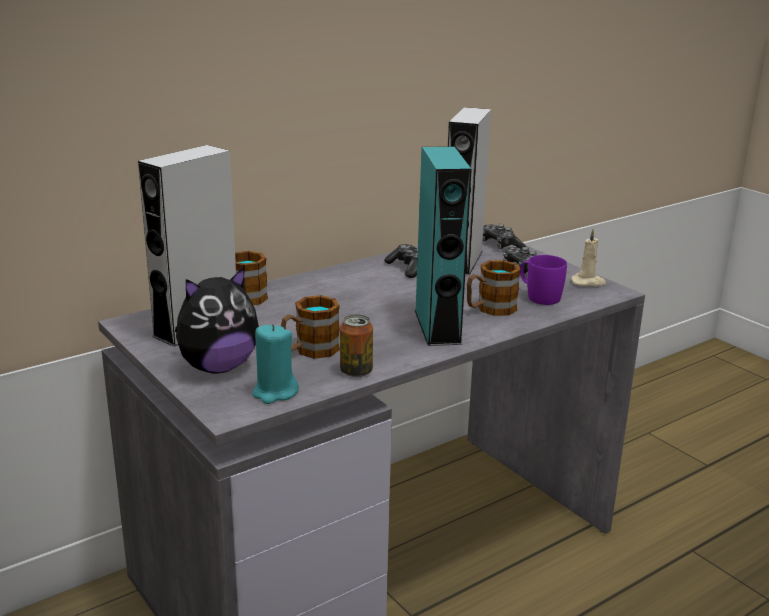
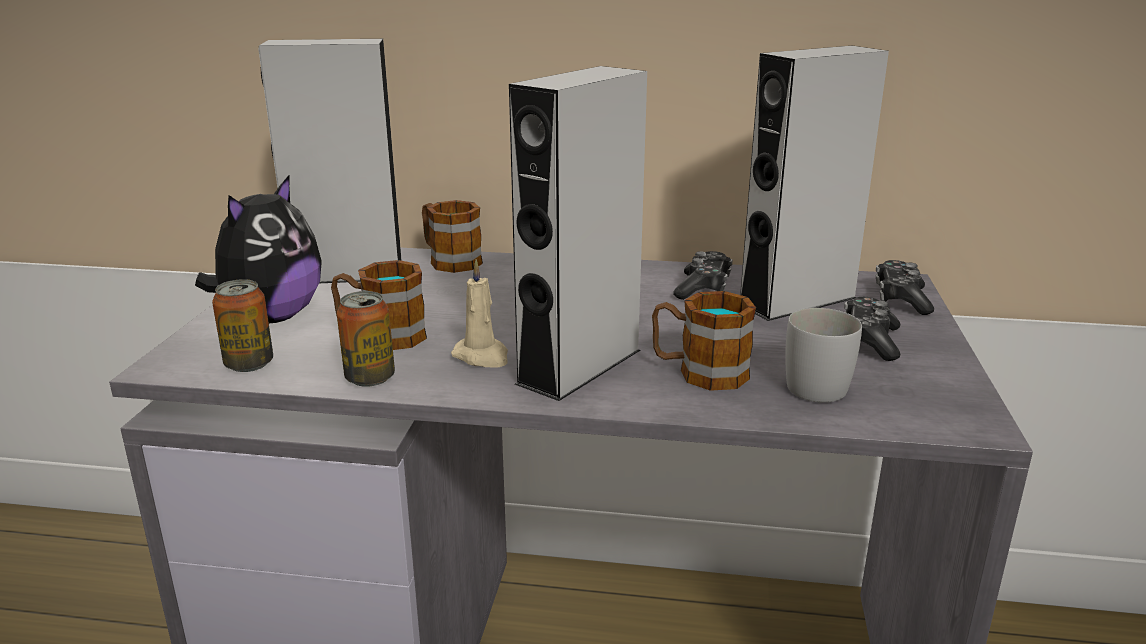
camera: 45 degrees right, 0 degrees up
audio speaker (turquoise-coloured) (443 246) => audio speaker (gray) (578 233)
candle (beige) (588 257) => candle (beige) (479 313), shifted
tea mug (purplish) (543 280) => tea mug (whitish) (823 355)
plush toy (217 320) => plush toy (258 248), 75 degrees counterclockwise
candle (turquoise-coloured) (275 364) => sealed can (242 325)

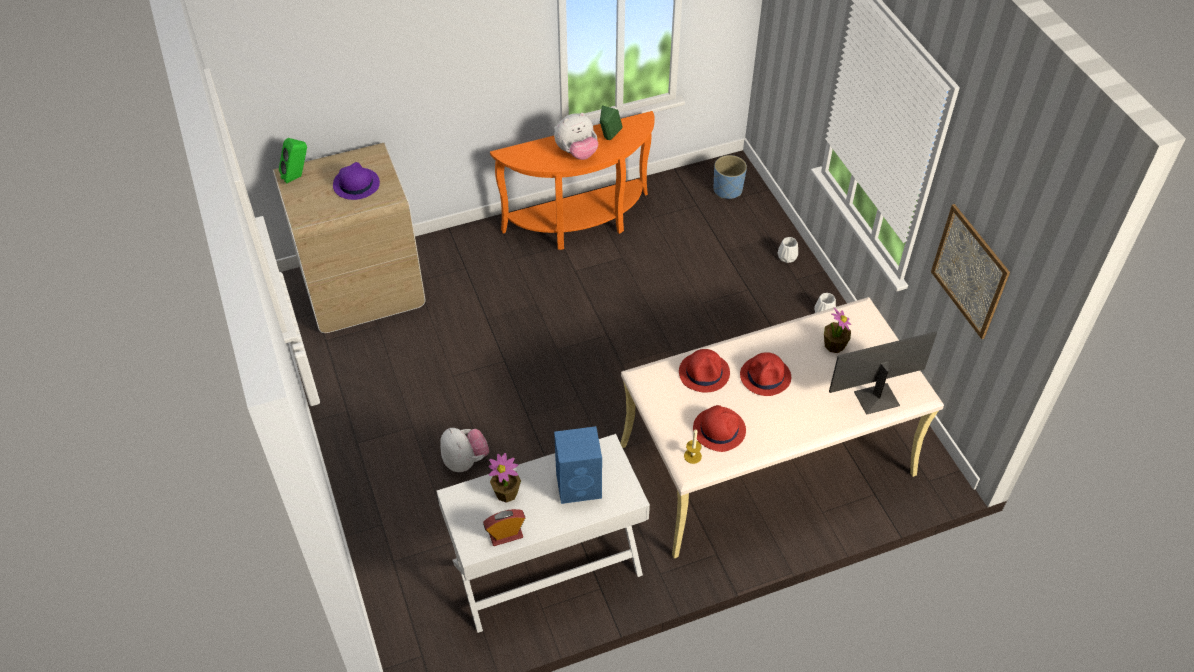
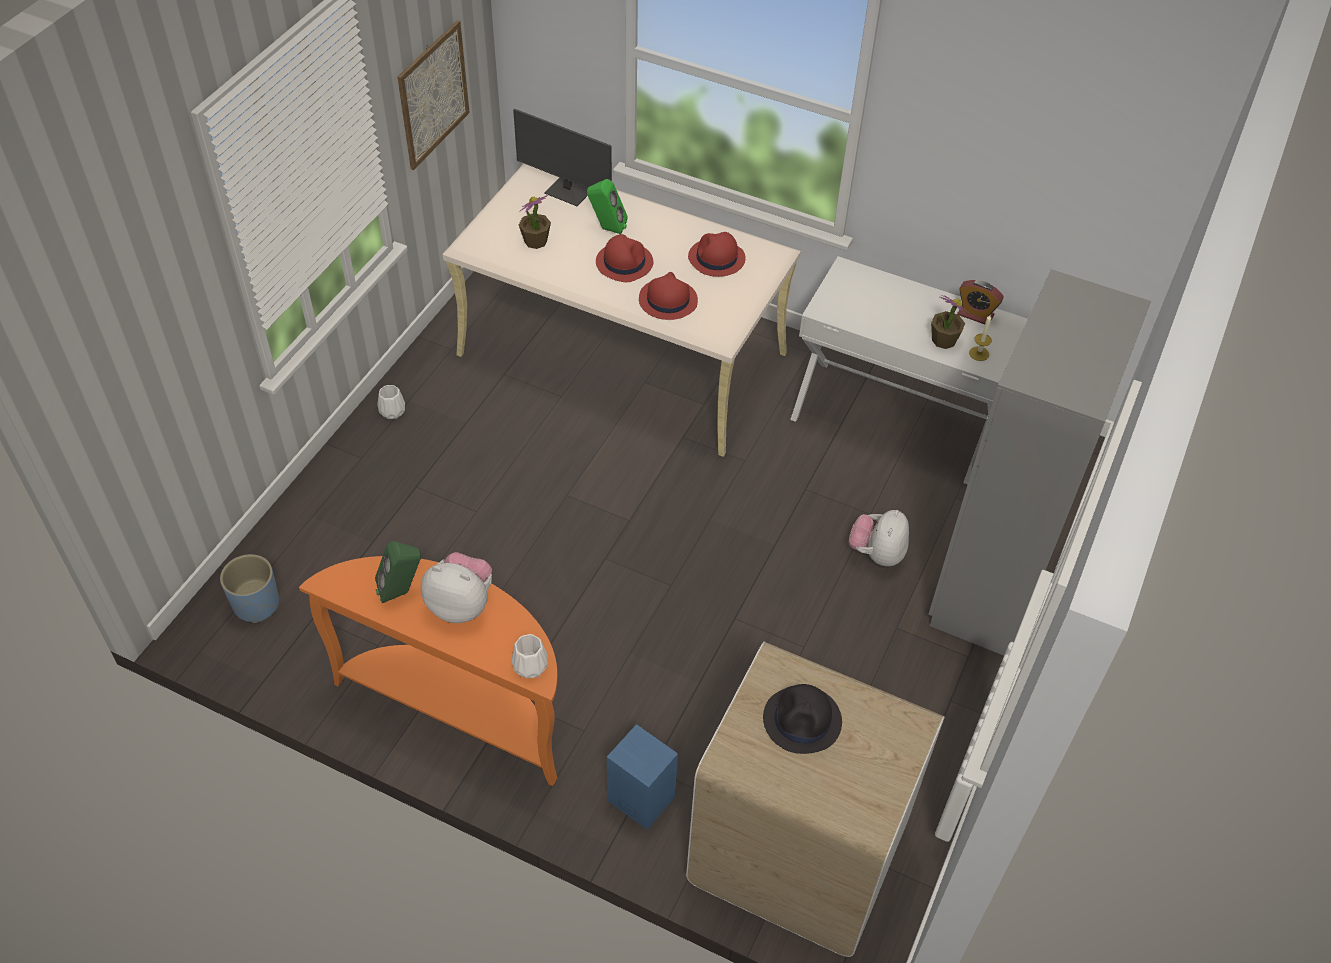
camera: 135 degrees left, 0 degrees up
audio speaker (greenish) (293 161) => audio speaker (greenish) (607 206), shifted
hat (purplish) (356 181) => hat (blackish) (802 719)
decorative vase (whitish) (787 250) => decorative vase (whitish) (529 656), shifted
audio speaker (blue-coloured) (578 465) => audio speaker (blue-coloured) (642 777), shifted
candle (693 446) => candle (980 338), shifted
nothing => wardrobe (gray) (1039 462)

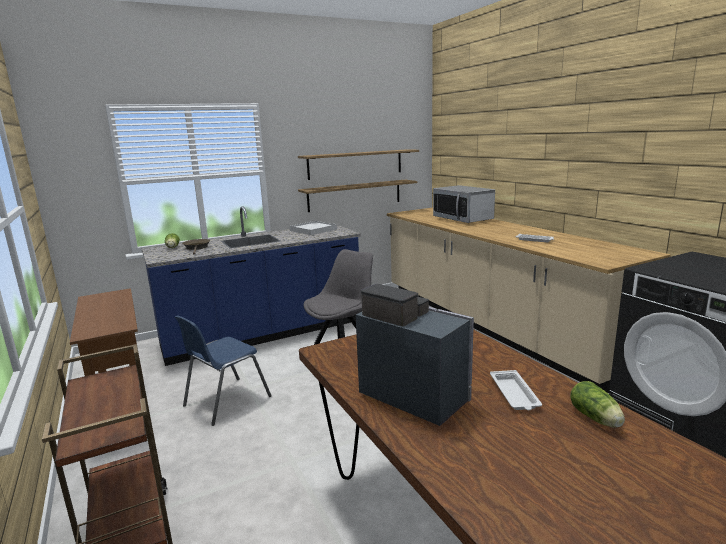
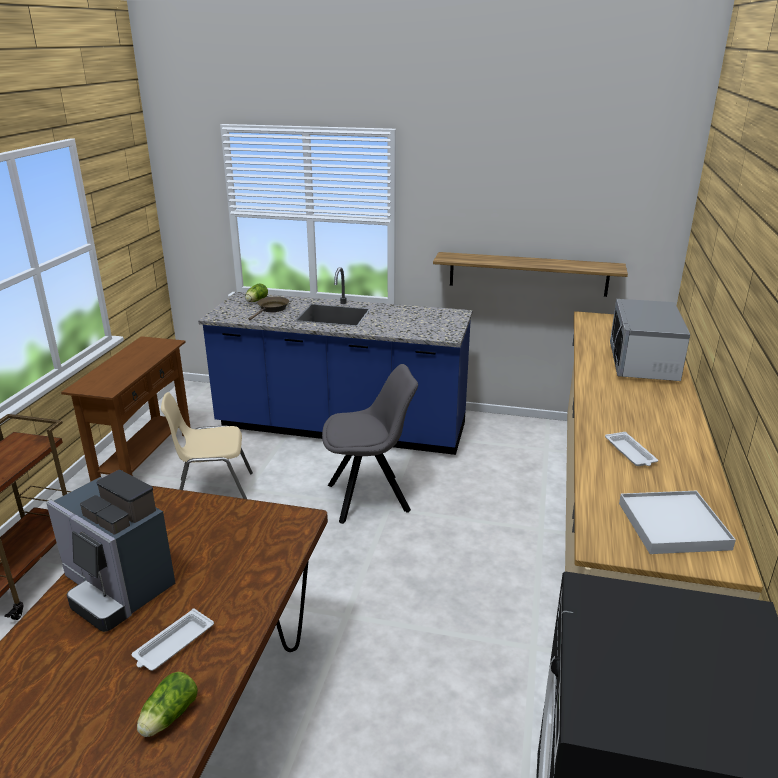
camera: 40 degrees right, 10 degrees up
wall shelf (358 164) => nothing
carrying tray (whitish) (313 228) => carrying tray (whitish) (677 522), shifted
coffee machine (415 355) => coffee machine (110 551), 135 degrees clockwise
plain chair (blue-coloured) (223 370) => plain chair (beige) (207 445)

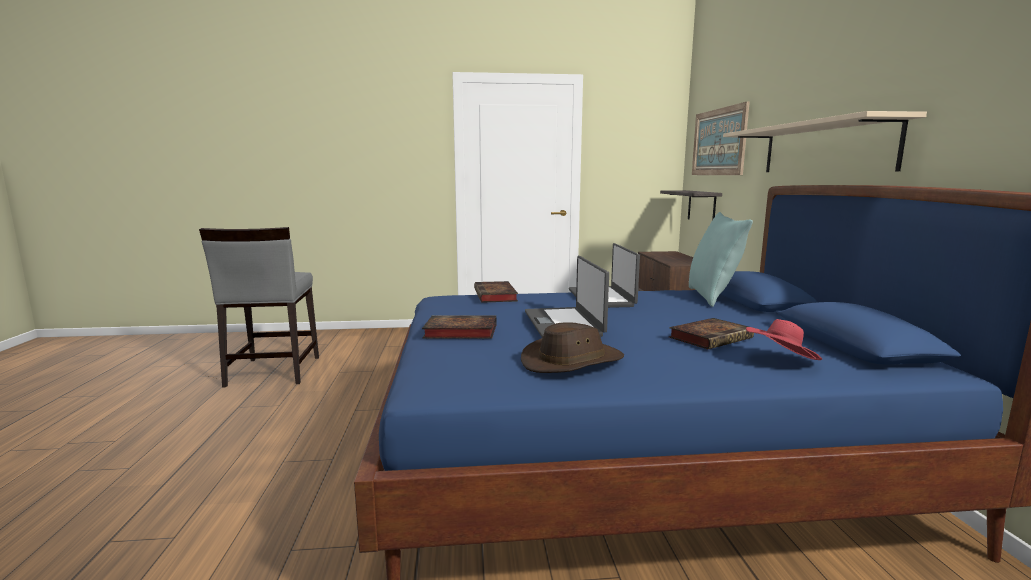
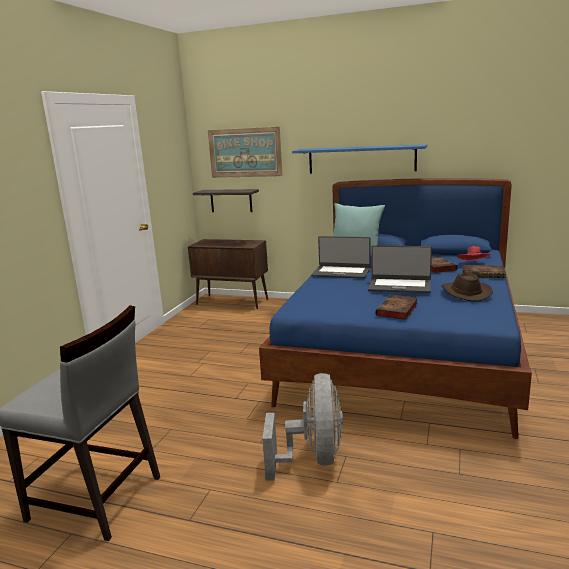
camera: 65 degrees left, 5 degrees up
wall shelf (beige) (825 141) => wall shelf (blue-coloured) (359 159)
bound book (496 292) => bound book (484 271), shifted
nothing => electric fan (gray) (302 427)

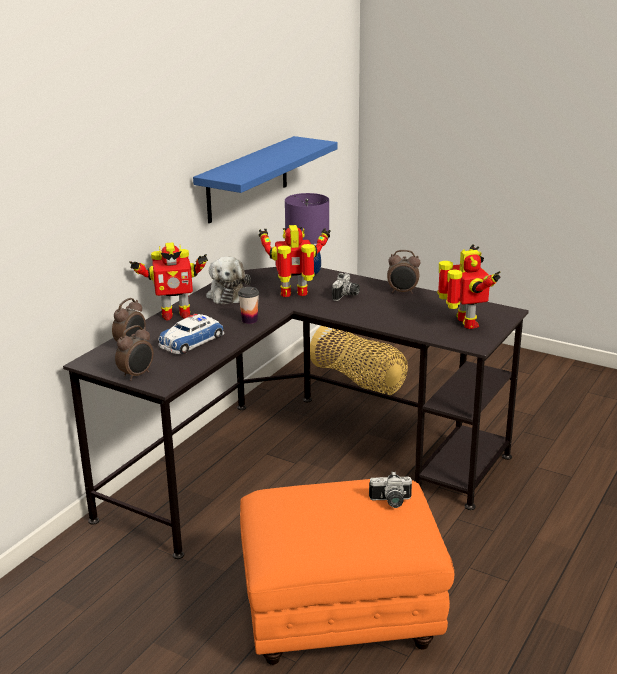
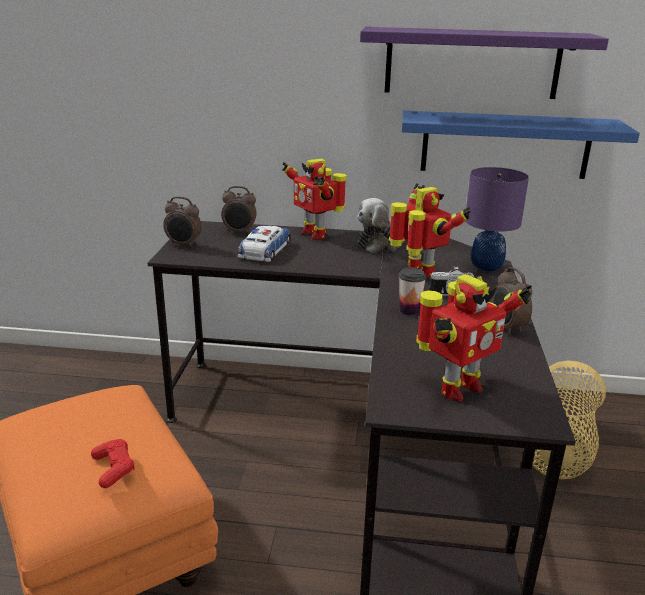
camera: 65 degrees right, 0 degrees up
drinking cup (248 305) => drinking cup (412 291), shifted
miniature car (191 334) => miniature car (264 244), 90 degrees clockwise
still camera (390 490) => joypad (reddish) (112 463)
nothing => wall shelf (purplish) (484 63)

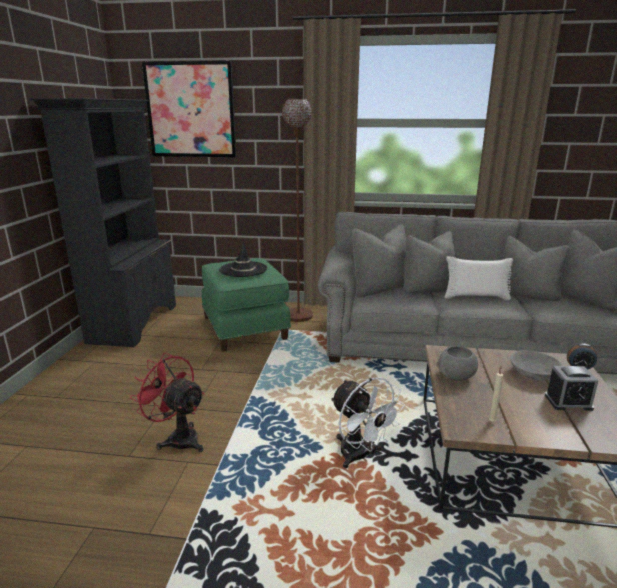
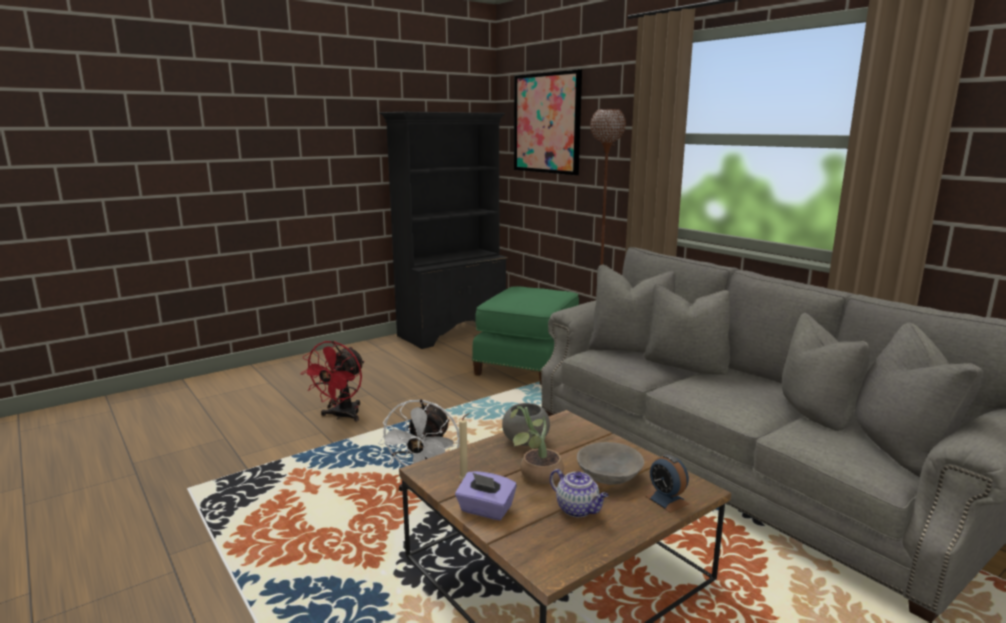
camera: 45 degrees right, 5 degrees down
hat (blackish) (243 259) => nothing
cushion (whitish) (479 278) => nothing
electric fan (reddish) (167 402) => electric fan (reddish) (332 381), 150 degrees counterclockwise
bedside clock (571 388) => tea pot (579 493)
nothing => plant in a pot (537 445)
nothing => box of tissues (purplish) (486 495)

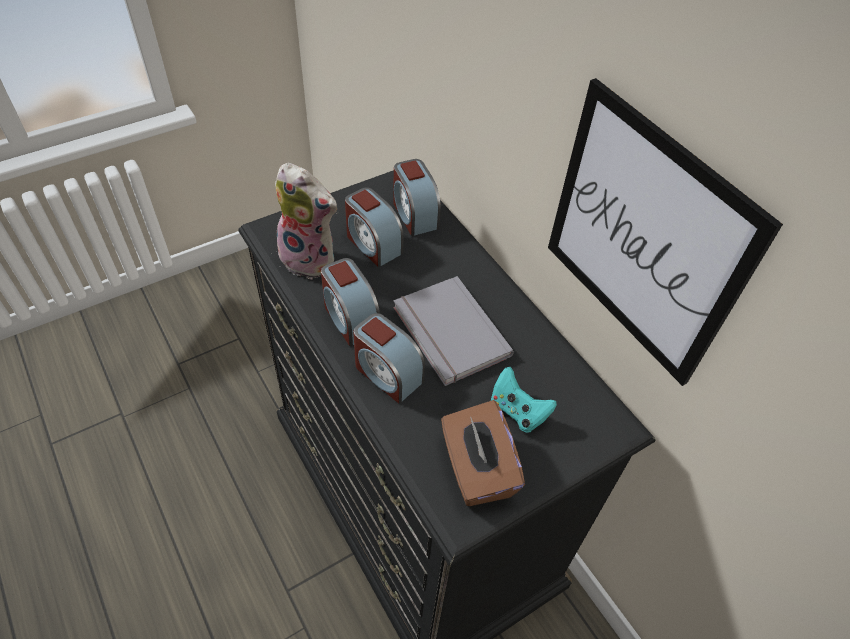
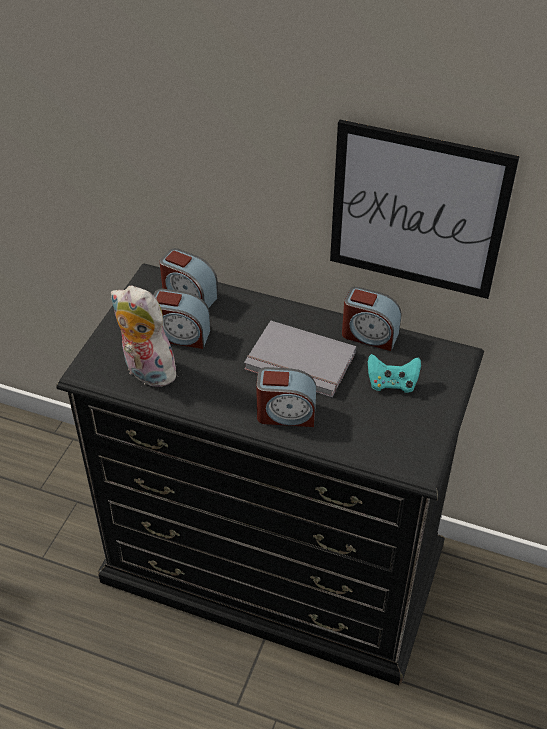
camera: 35 degrees left, 5 degrees down
plush toy (306 221) => plush toy (143 336), 135 degrees counterclockwise
bedside clock (350 302) => bedside clock (371 319), shifted
box of tissues (brown-coloured) (483 453) => nothing

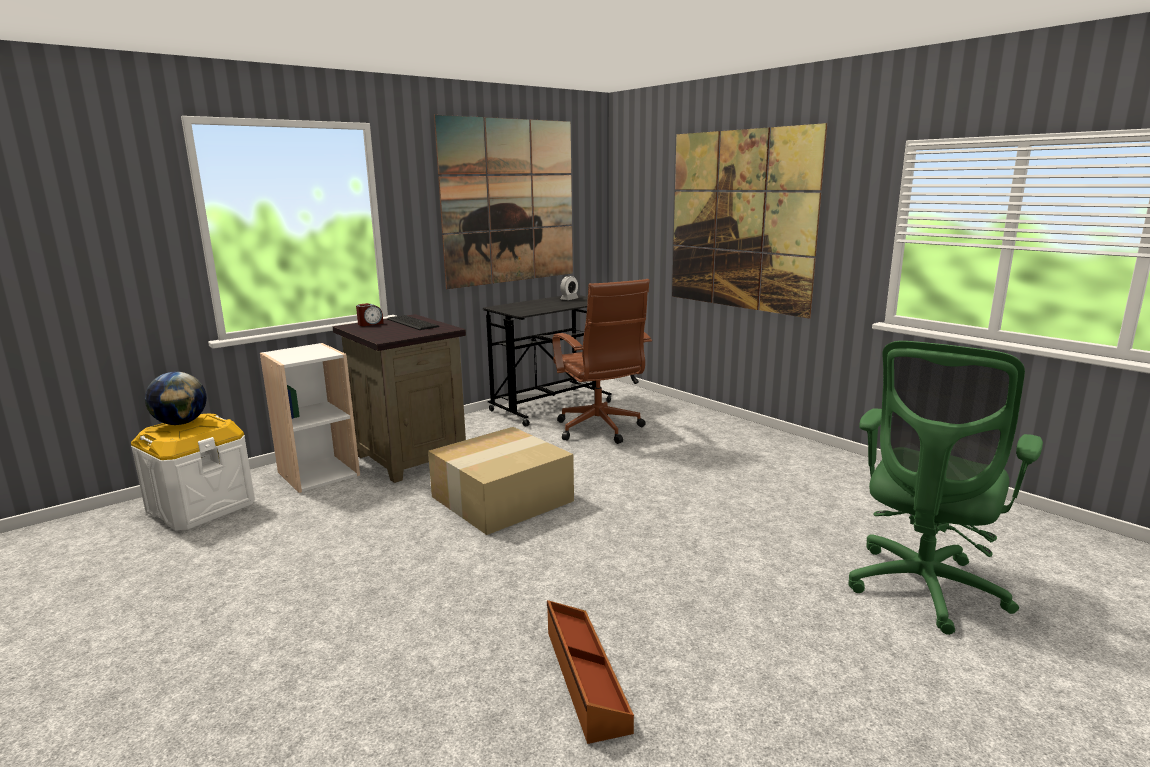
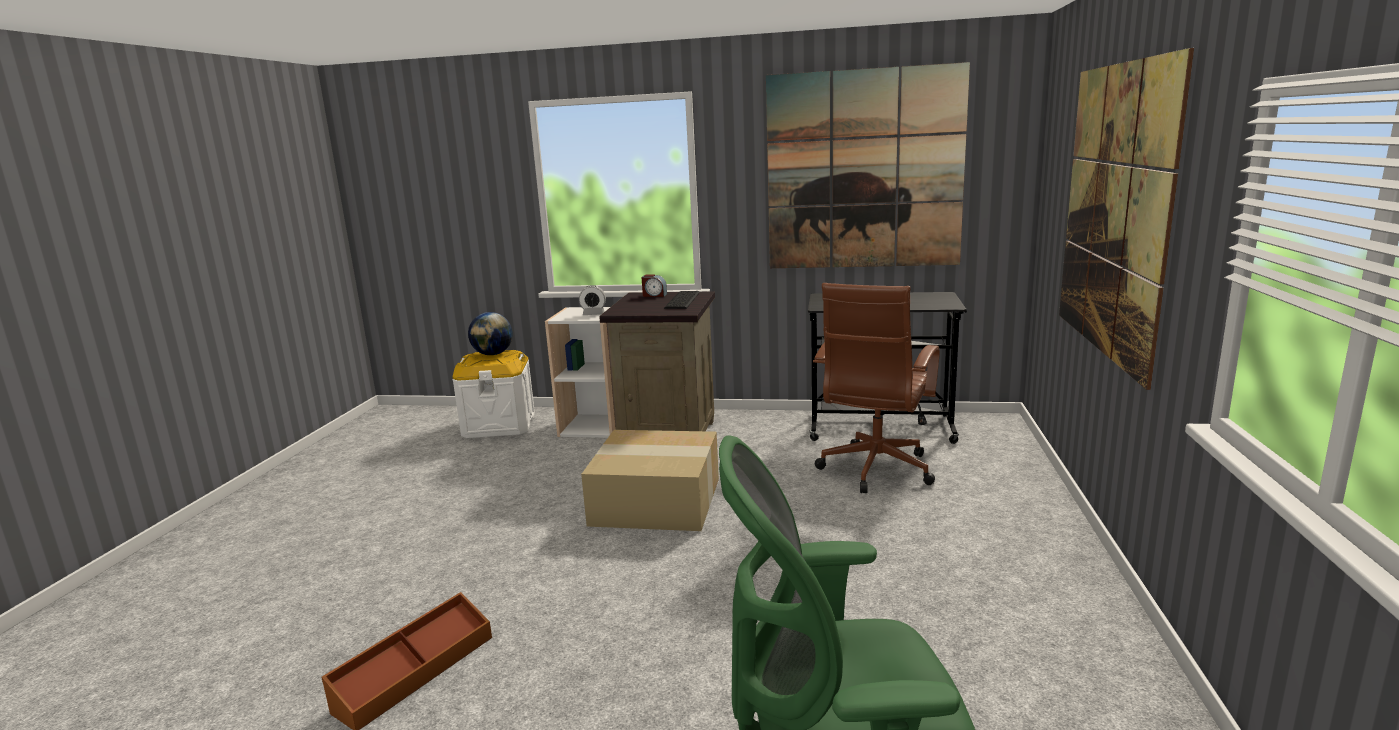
camera: 50 degrees right, 0 degrees up
bedside clock (569 288) => bedside clock (592 300), shifted

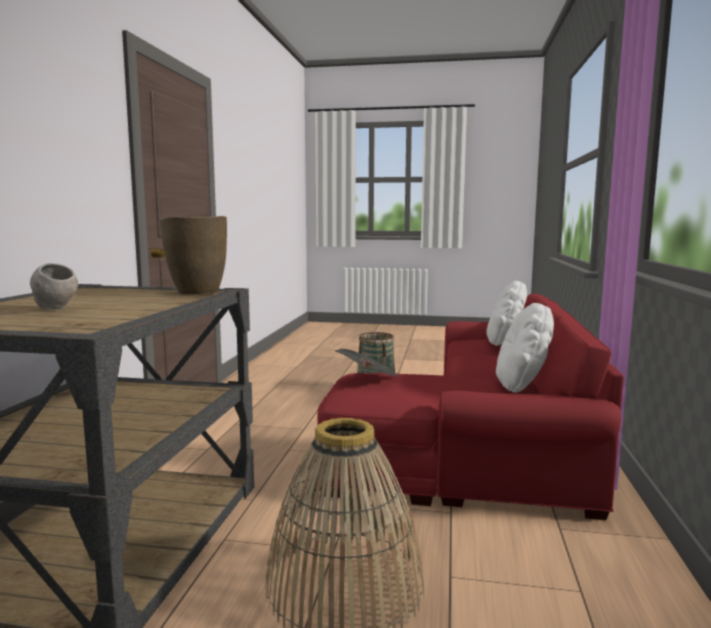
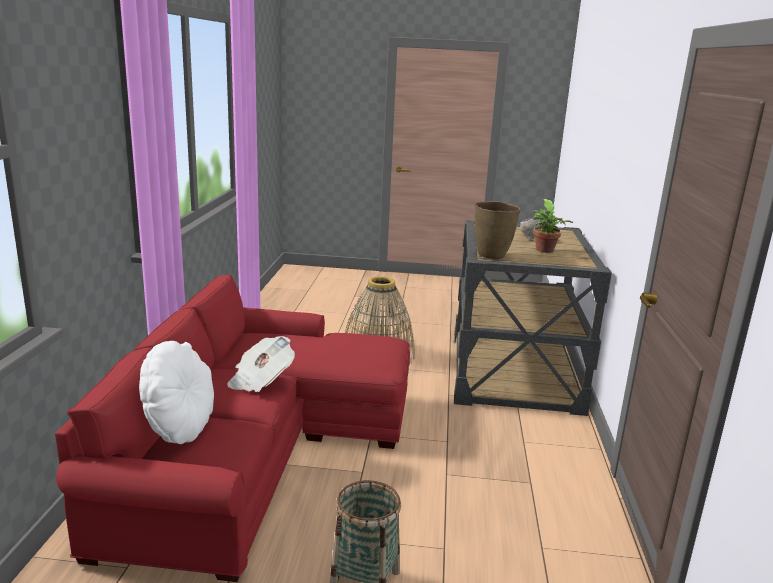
camera: 175 degrees right, 10 degrees up
cushion (whitish) (525 348) => nothing
daily paper (367 362) => daily paper (261 364), shifted
nothing => plant in a pot (553 226)

